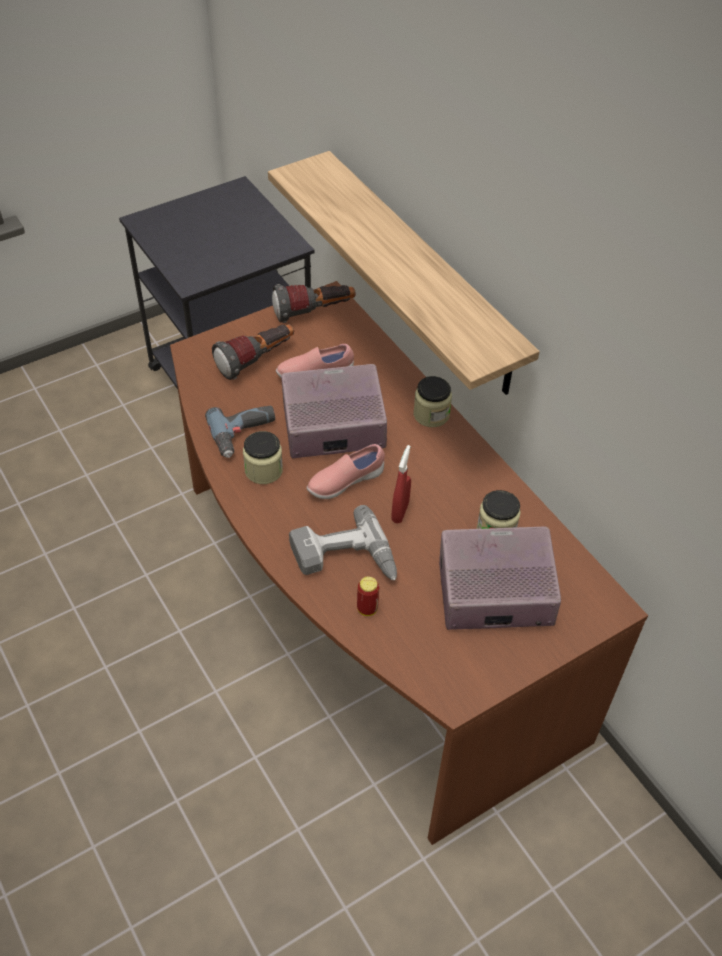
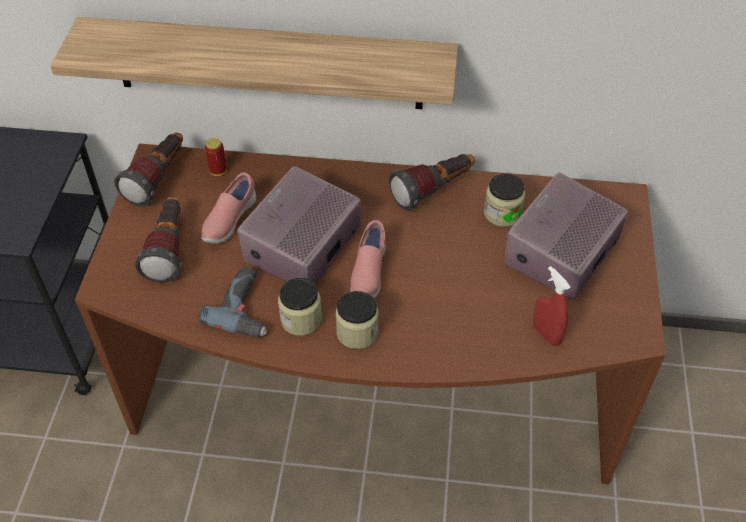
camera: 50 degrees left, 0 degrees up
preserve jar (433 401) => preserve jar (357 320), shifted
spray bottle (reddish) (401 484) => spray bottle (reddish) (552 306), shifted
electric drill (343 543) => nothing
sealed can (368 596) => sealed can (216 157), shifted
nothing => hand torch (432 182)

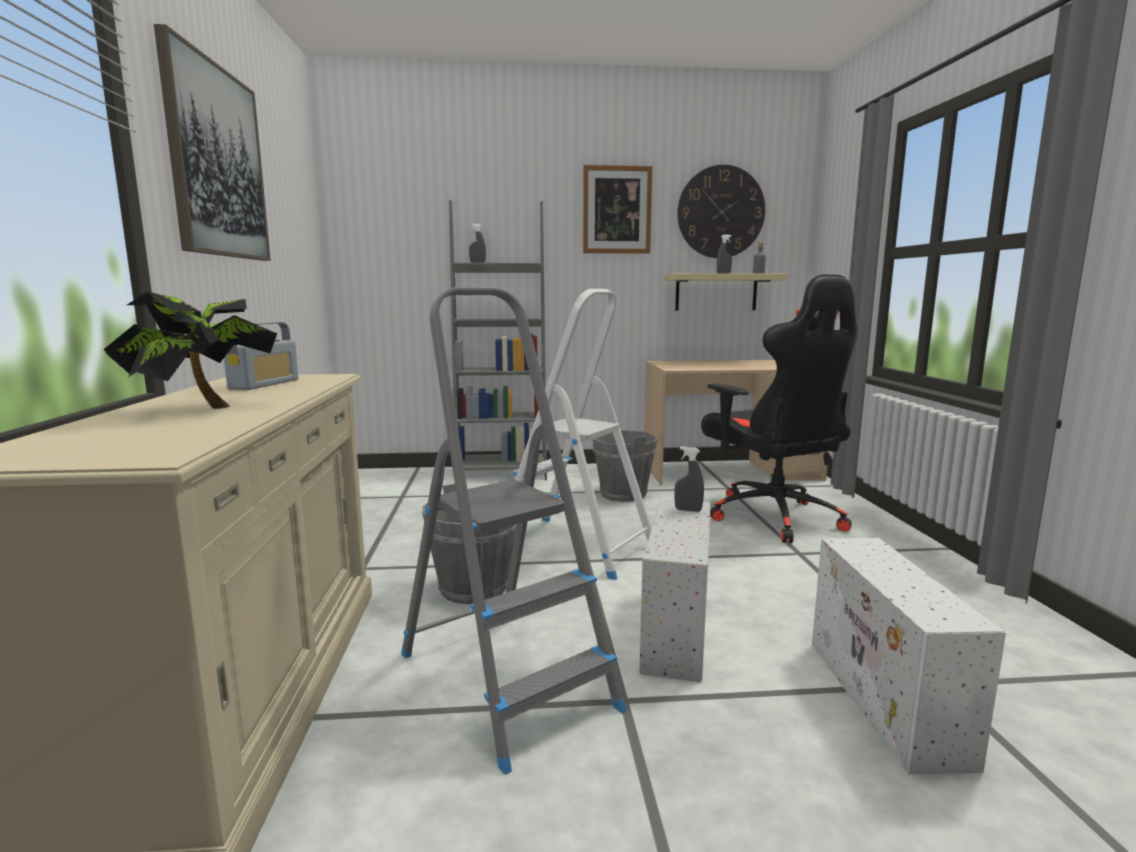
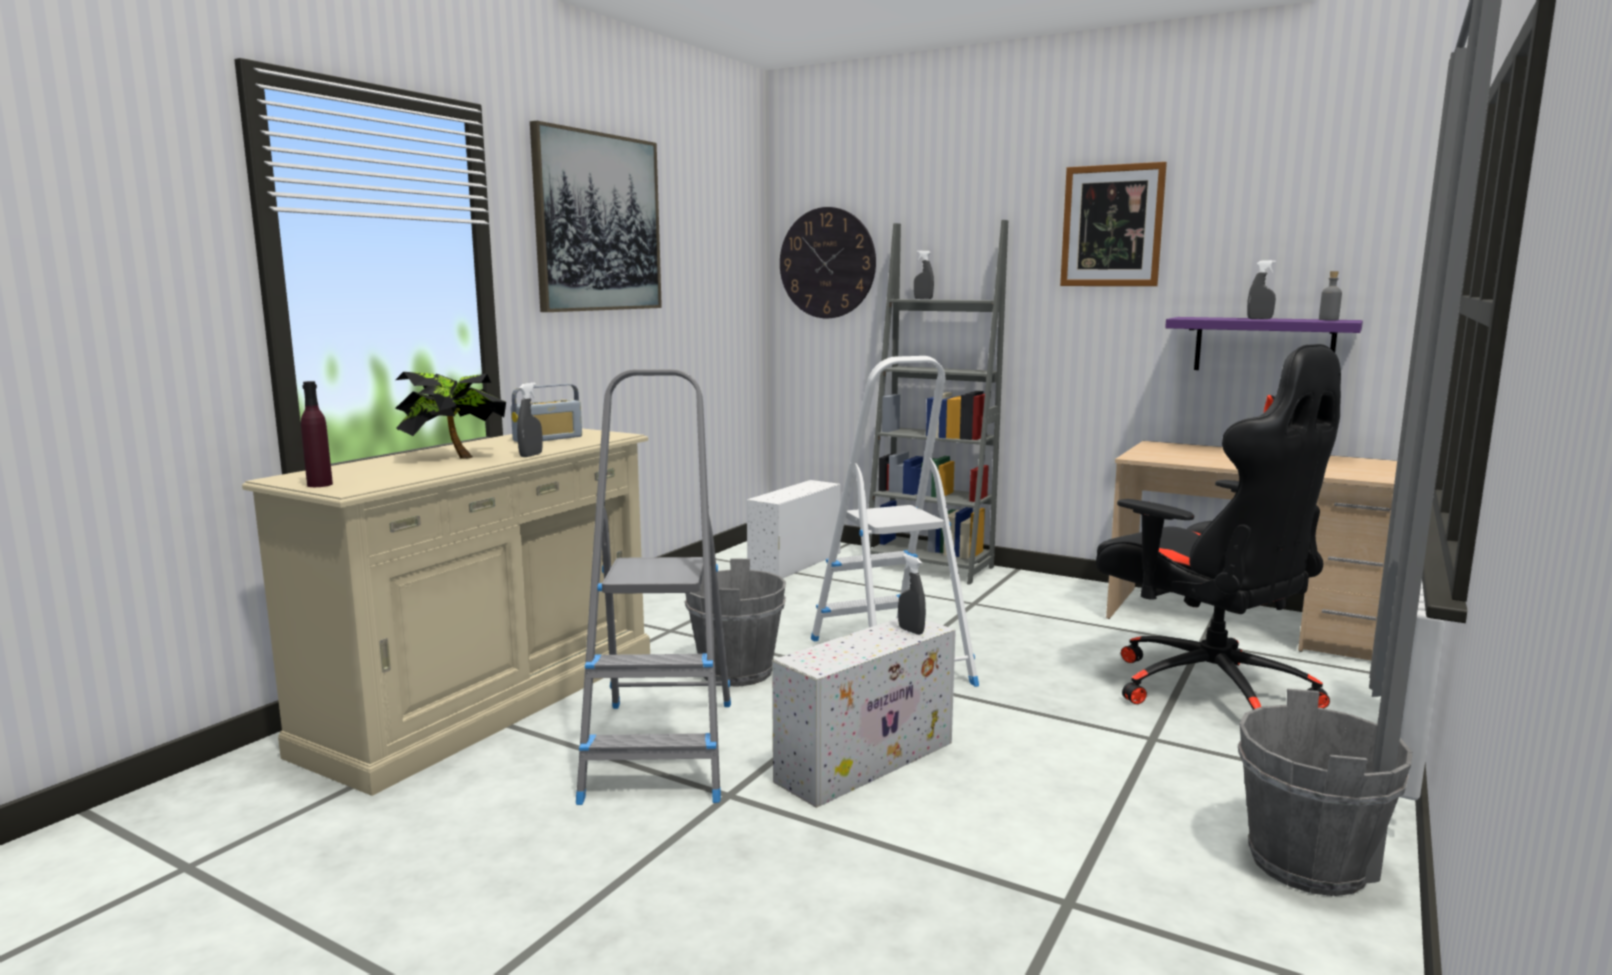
camera: 35 degrees right, 0 degrees up
clock on the wall (721 211) => clock on the wall (828 262), shifted
wall shelf (beige) (725 292) => wall shelf (purplish) (1264 343)
office chair (blackish) (780 408) => office chair (blackish) (1218 527), 45 degrees counterclockwise
pail (gray) (625 466) => pail (gray) (1325 792), shifted
storage container (whitish) (909 656) => storage container (whitish) (794 529), shifted
nothing => beverage bottle (purplish) (317 434)
nothing => spray bottle (gray) (530 419)

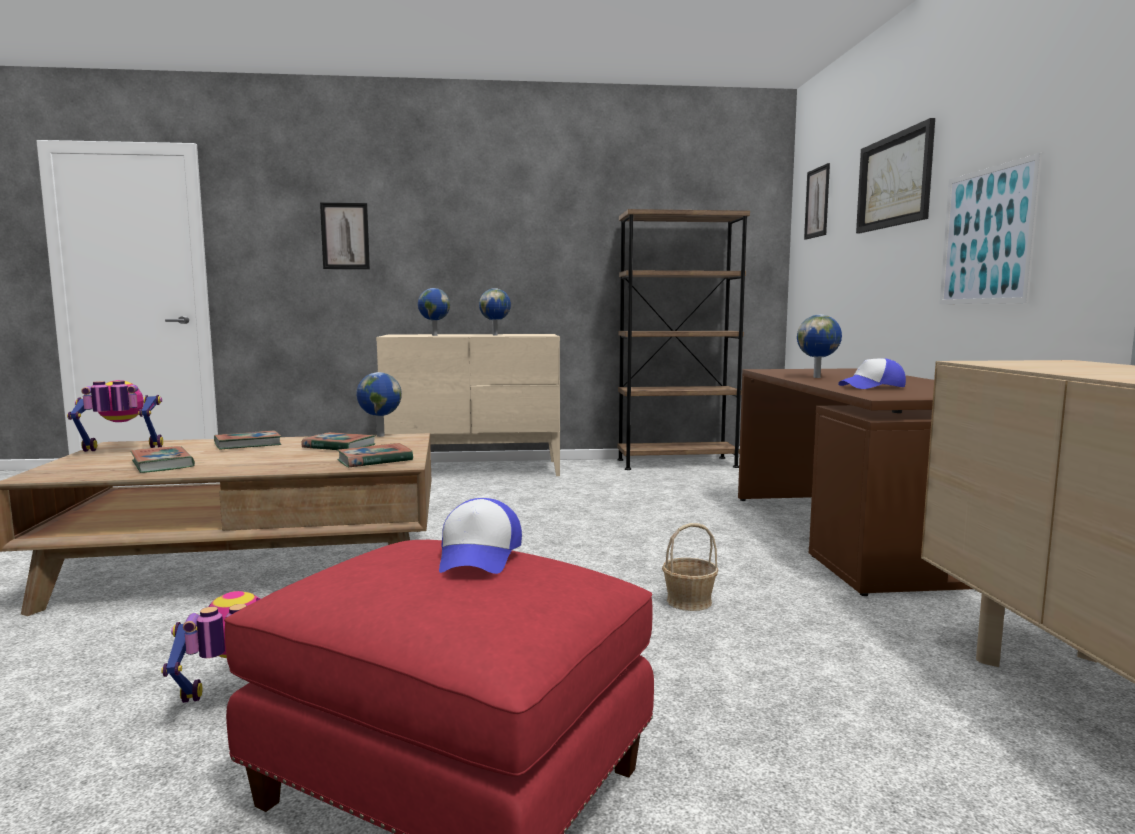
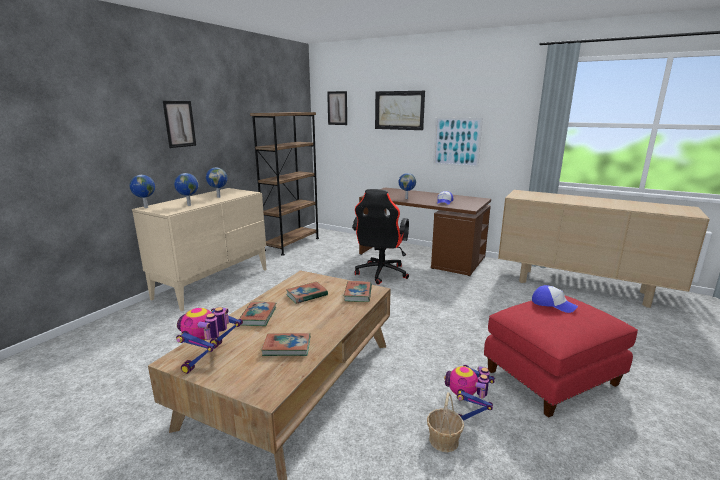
camera: 55 degrees left, 10 degrees up
wall picture (345 235) => wall picture (179 124), shifted
globe (379 404) => globe (142 191), shifted
basket (690 567) => basket (445 422), shifted
nothing => office chair (blackish) (380 237)

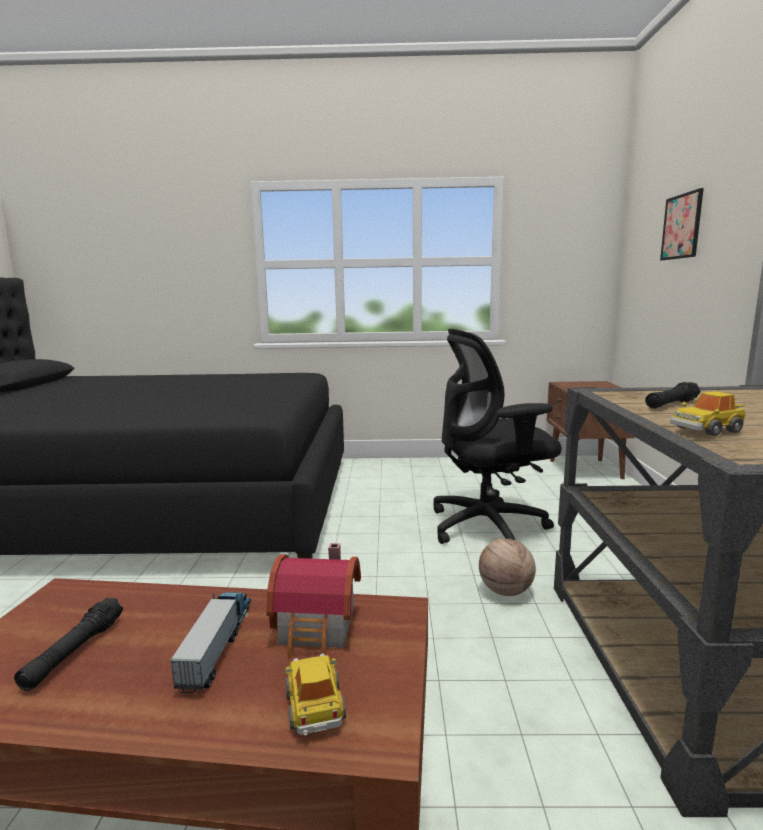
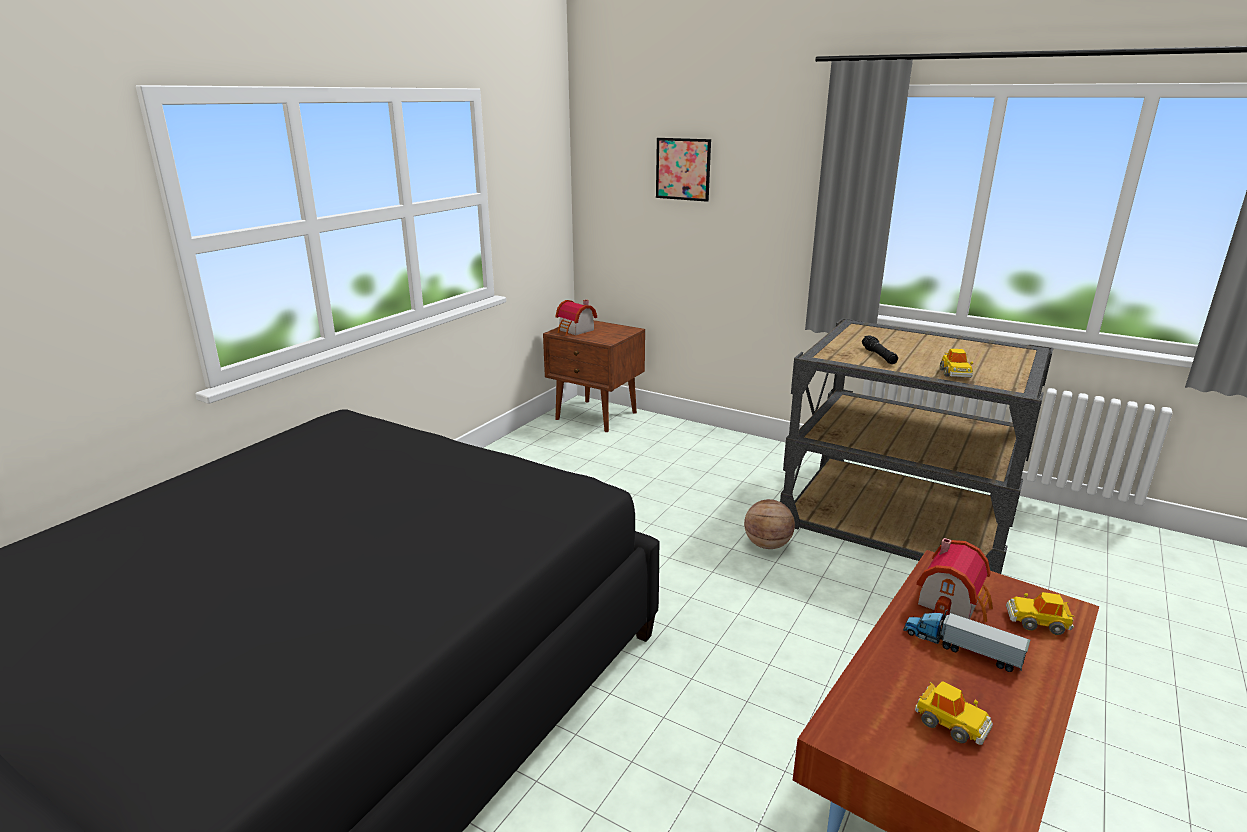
camera: 60 degrees left, 10 degrees up
office chair (blackish) (497 436) => nothing
hand torch (blackish) (68 644) => miniature car (954 713)
nothing => miniature house (576 318)

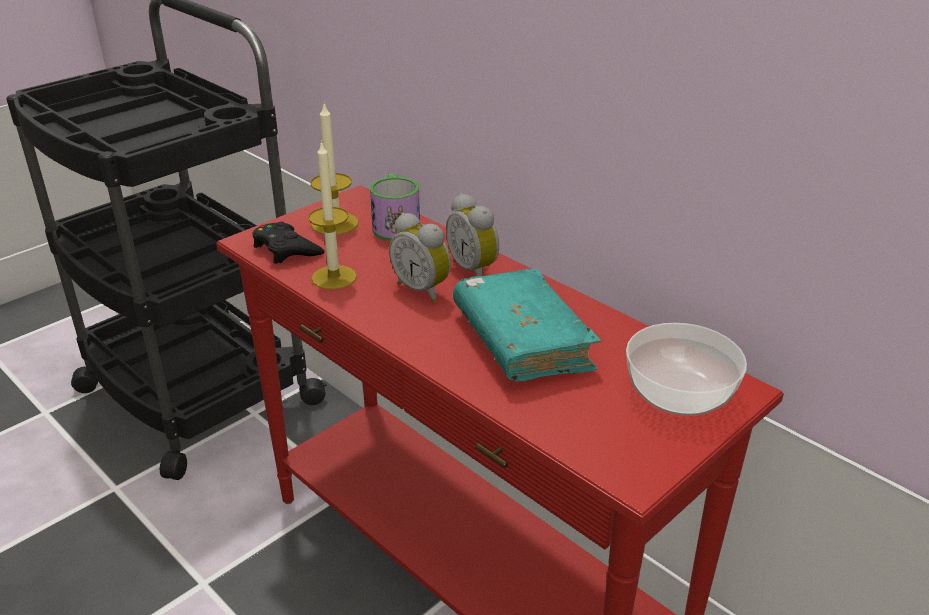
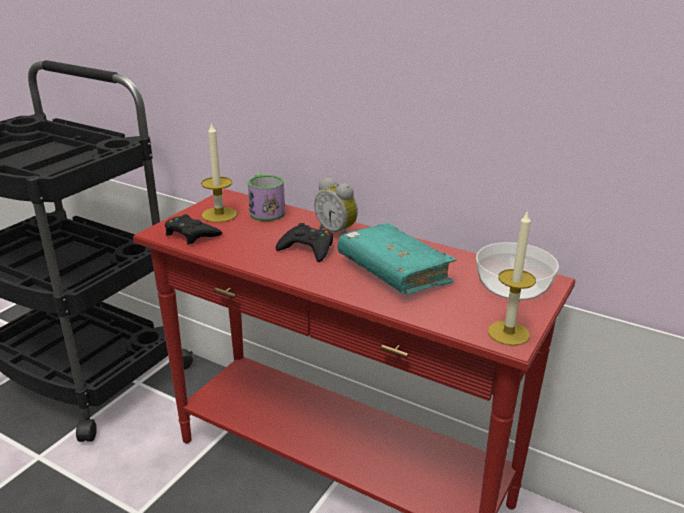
camera: 15 degrees left, 5 degrees down
candle (332 215) => candle (512 278), shifted
bedside clock (420 258) => joypad (blackish) (304 242)

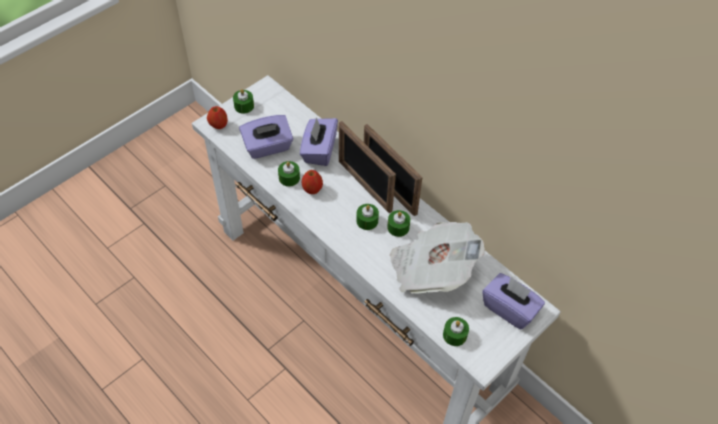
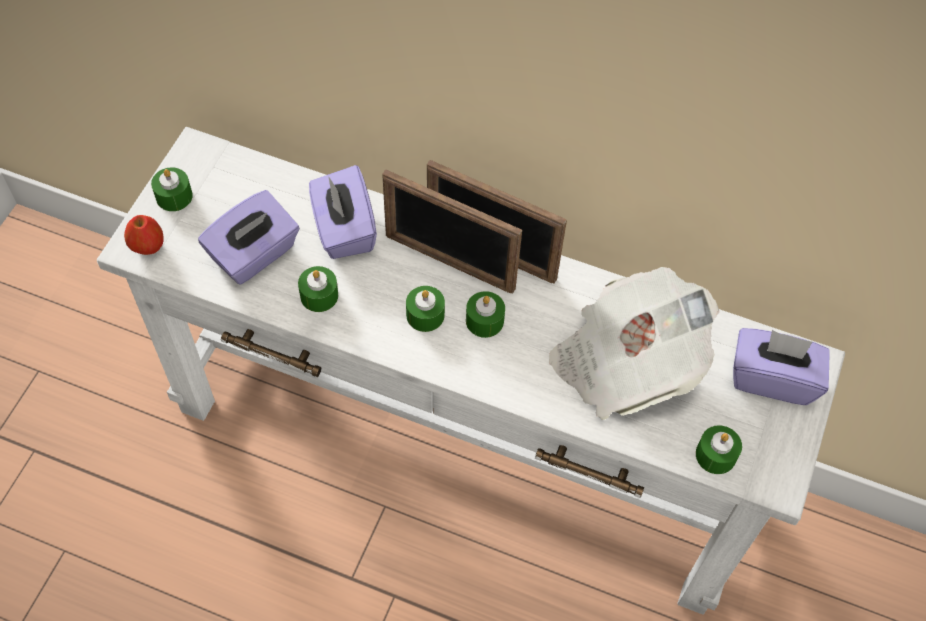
camera: 25 degrees left, 5 degrees up
apple fruit (312 182) => nothing
candle (greenish) (398 223) => candle (greenish) (425 309), shifted

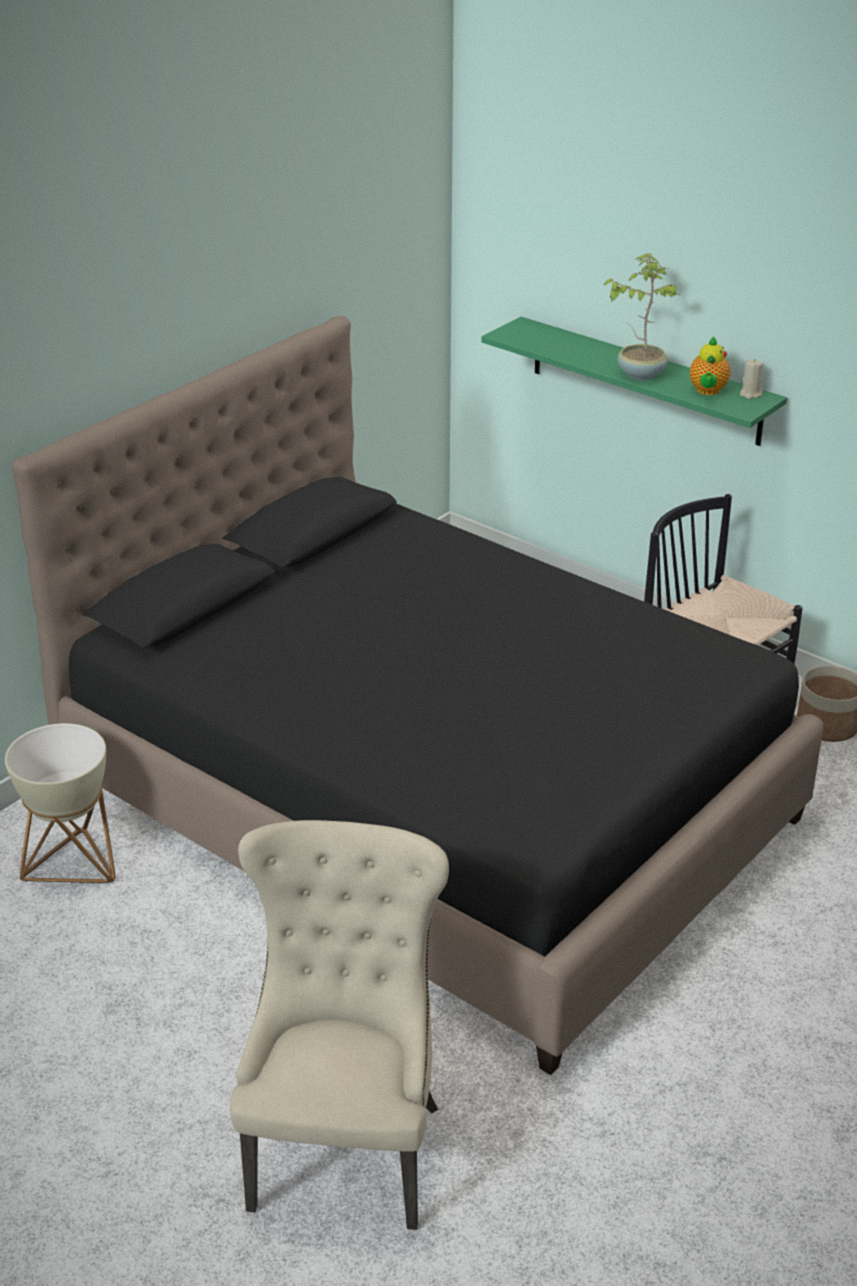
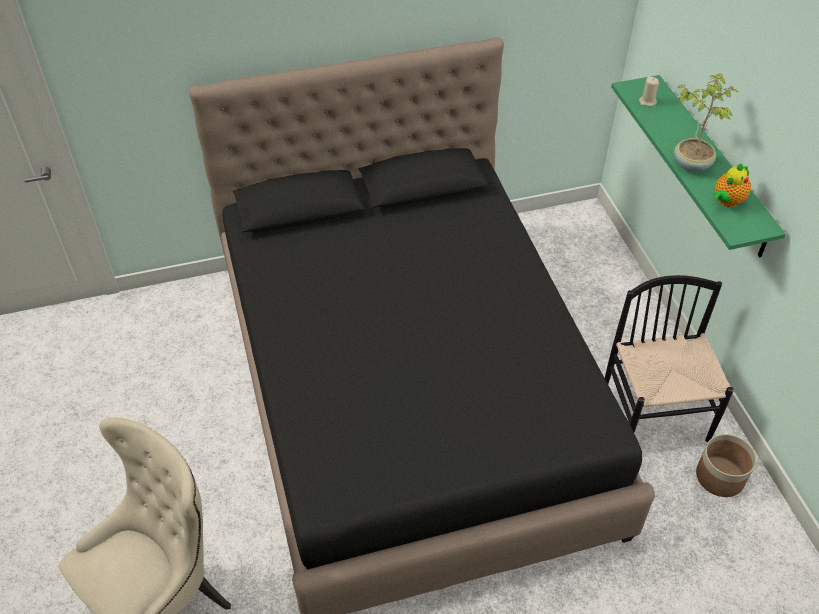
camera: 35 degrees right, 15 degrees up
candle (beige) (751 379) => candle (beige) (649 91), shifted
plant pot (60 803) => nothing

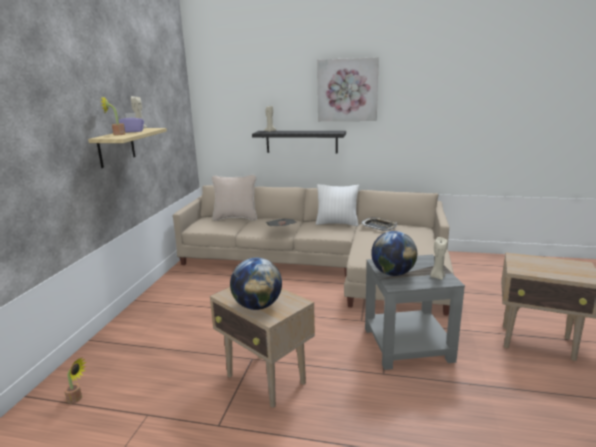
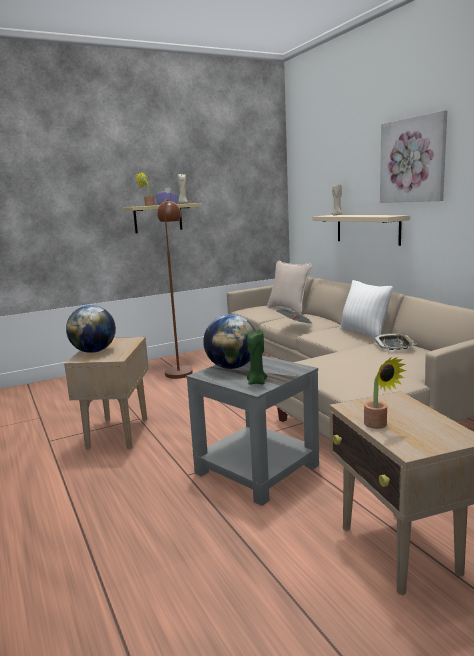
camera: 50 degrees right, 5 degrees down
wall shelf (blackish) (299 142) => wall shelf (beige) (361 230)
candle (beige) (439 258) => candle (greenish) (257 357)
plant in a pot (75 380) => plant in a pot (385 393), shifted
nothing => standard lamp (brown-coloured) (175 289)

